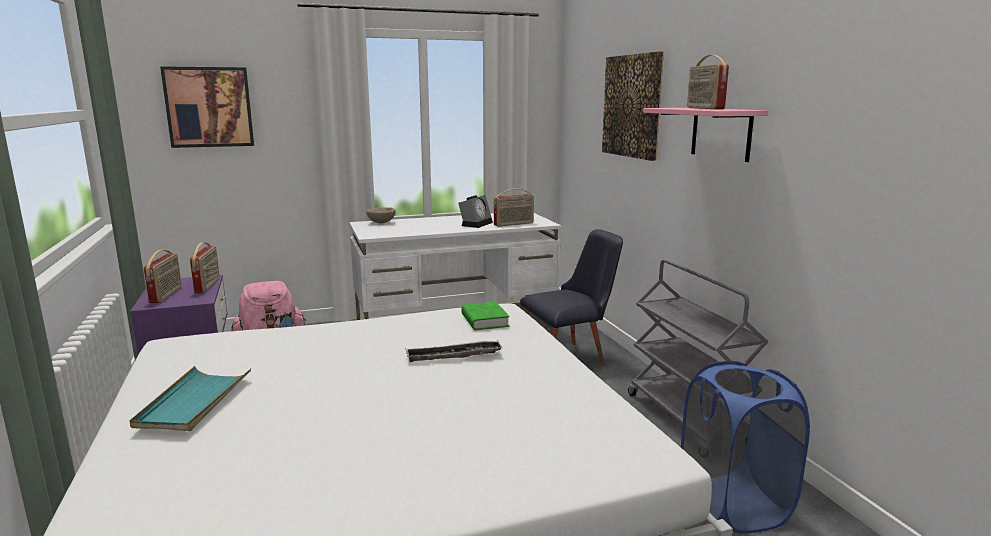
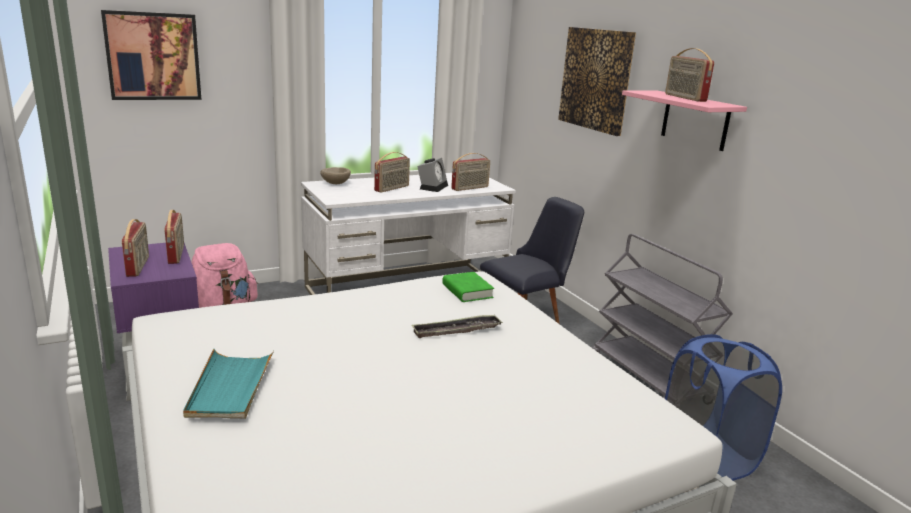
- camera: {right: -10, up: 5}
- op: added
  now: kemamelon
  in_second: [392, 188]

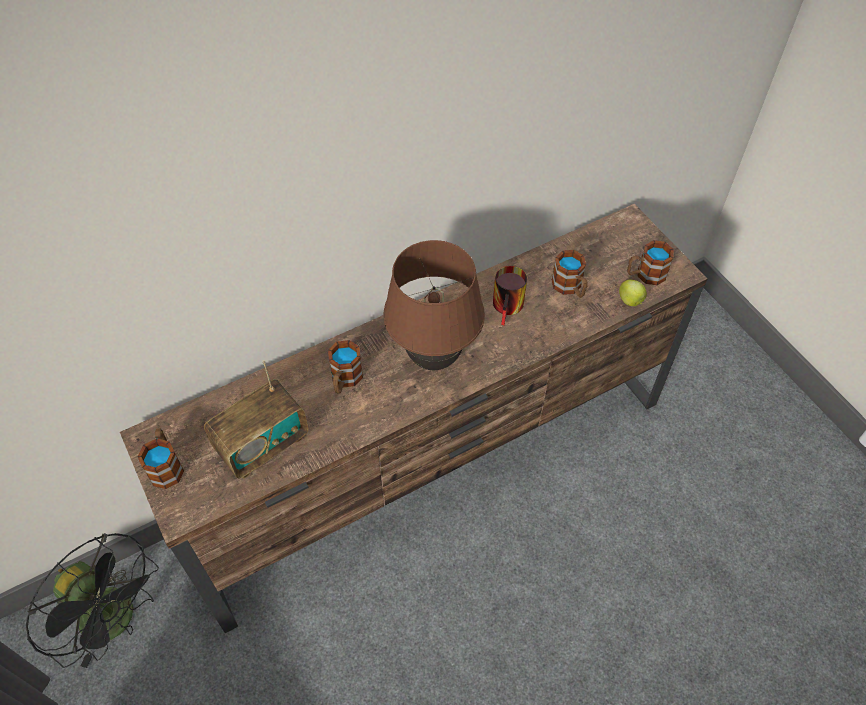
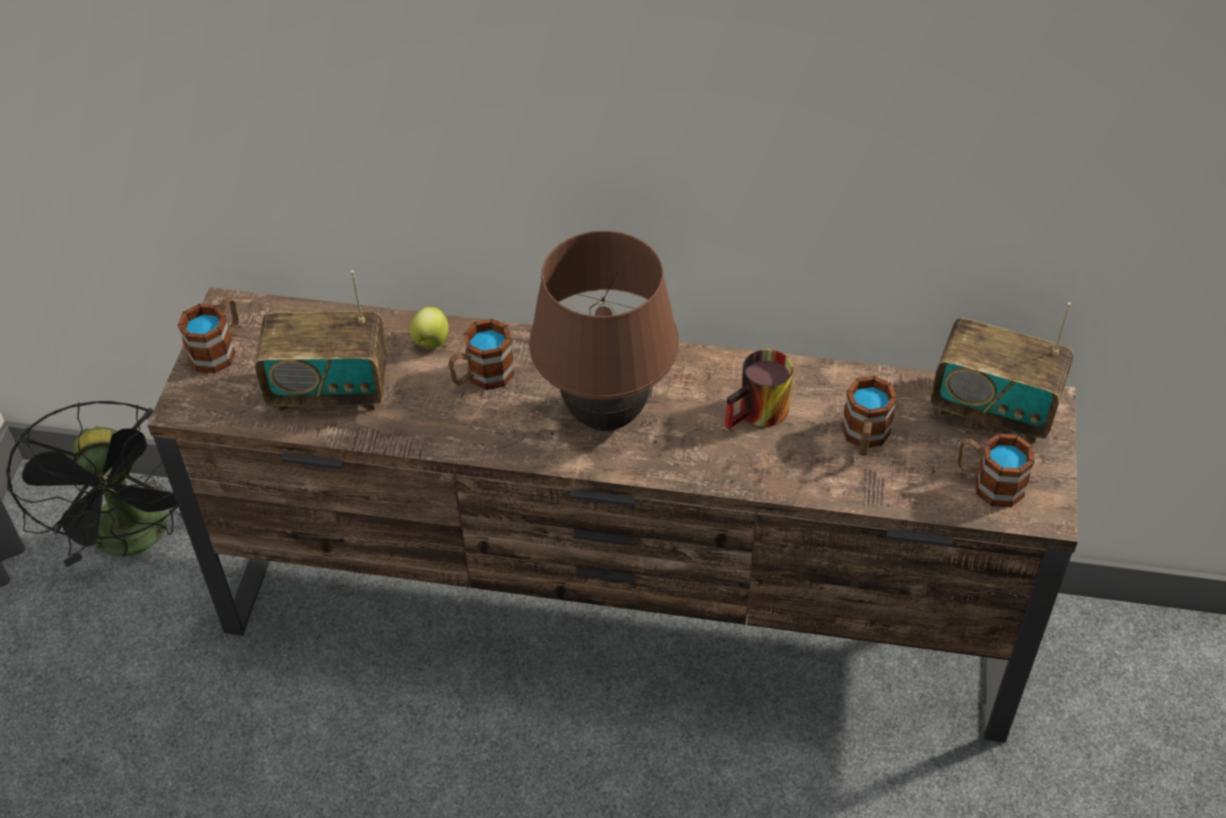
- camera: {right: 40, up: -5}
- op: added
  now: kemamelon
  in_second: [993, 409]
- op: moved
  was: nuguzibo
  in_first: [630, 301]
  in_second: [431, 341]

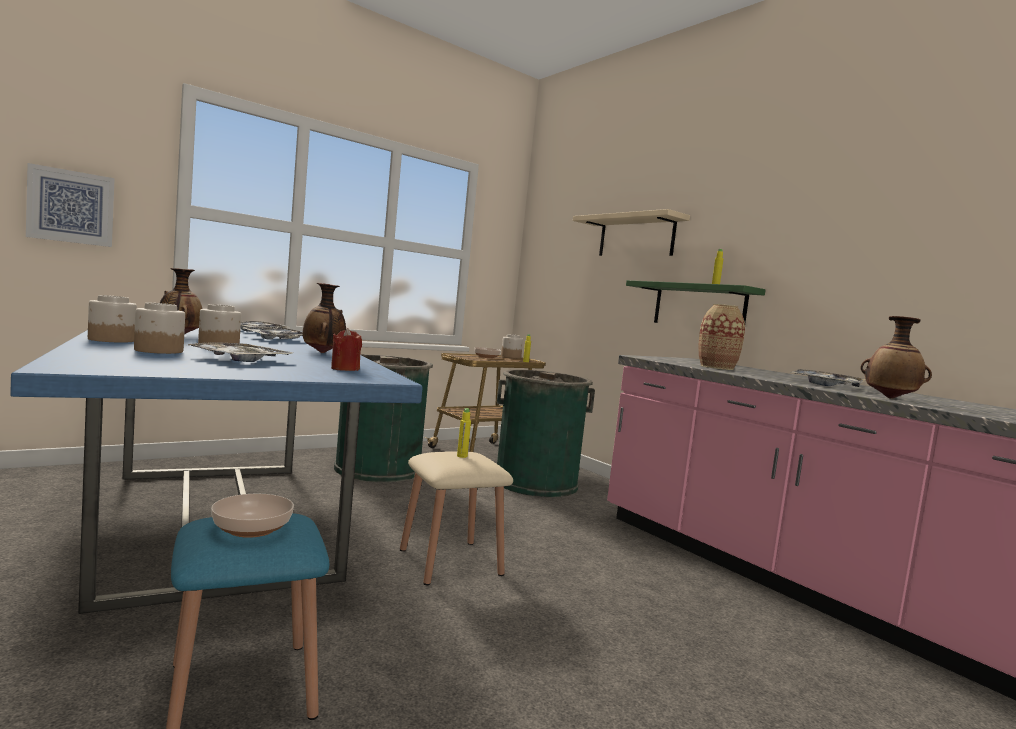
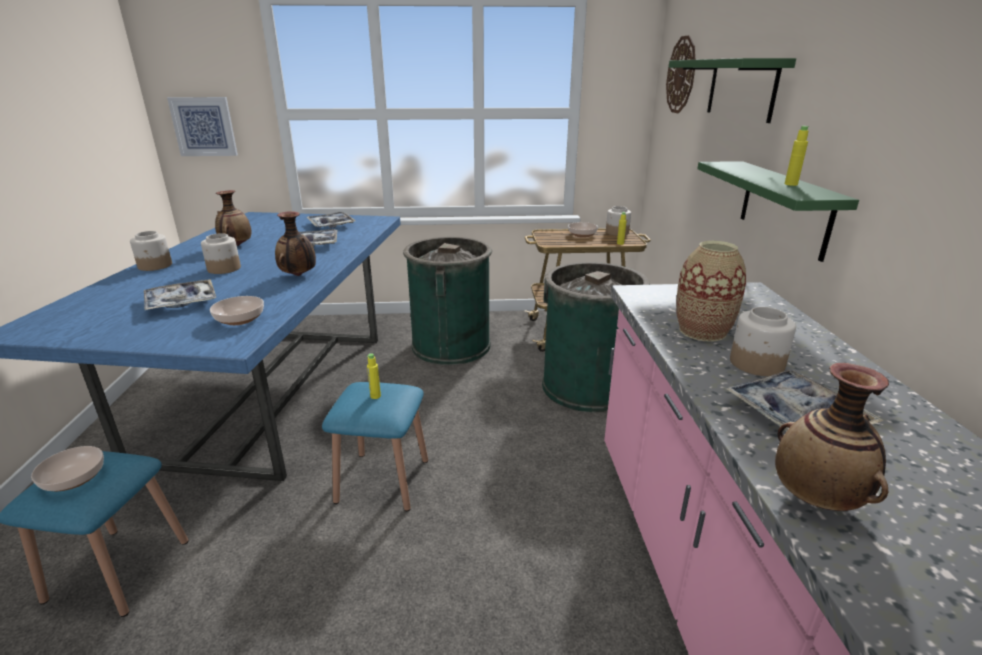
- camera: {right: 35, up: 20}
- op: added
  now: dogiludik
  in_second: [681, 75]
- op: moved
  was: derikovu
  in_first: [158, 350]
  in_second: [756, 363]
- op: replaced
  was: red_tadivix
  now: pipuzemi
  in_first: [345, 369]
  in_second: [239, 319]
- op: recoloured
  was: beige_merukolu
  now: blue_merukolu
  in_first: [450, 562]
  in_second: [383, 480]
- op: recoloured
  was: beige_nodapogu
  now: green_nodapogu
  in_first: [636, 237]
  in_second: [741, 88]

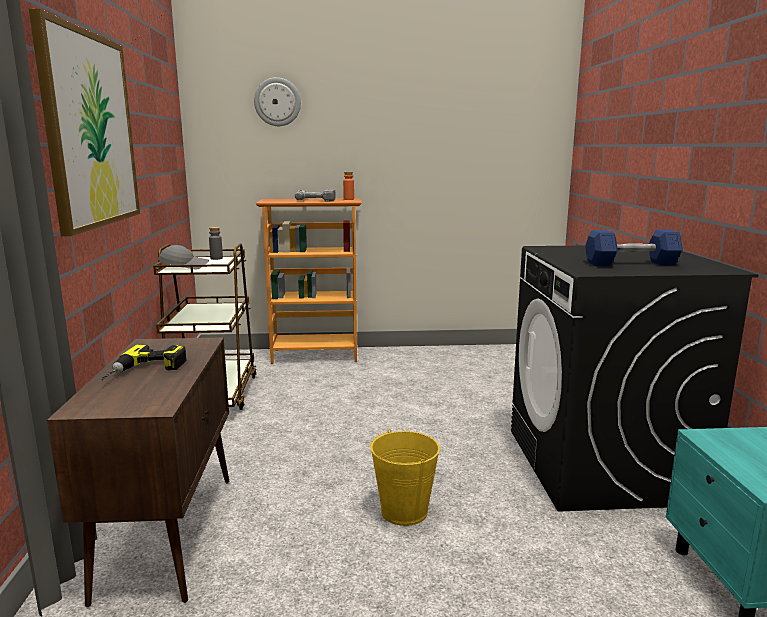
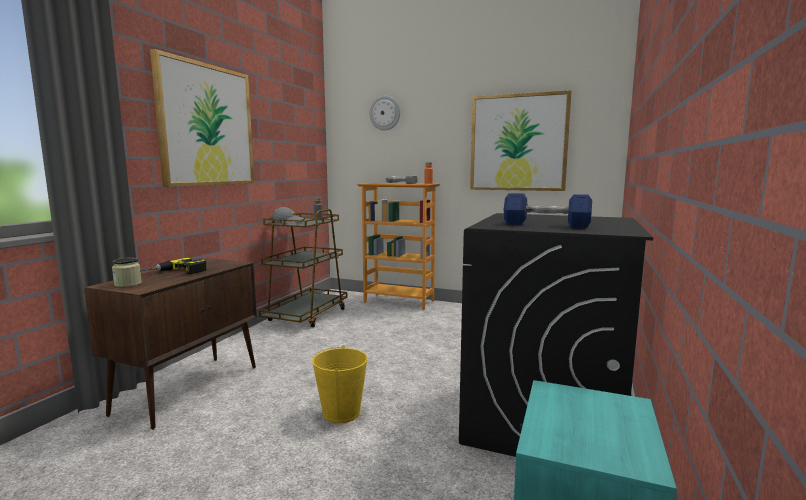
- camera: {right: 25, up: -5}
- op: added
  now: derikovu
  in_second: [128, 284]
- op: added
  now: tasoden
  in_second: [518, 142]

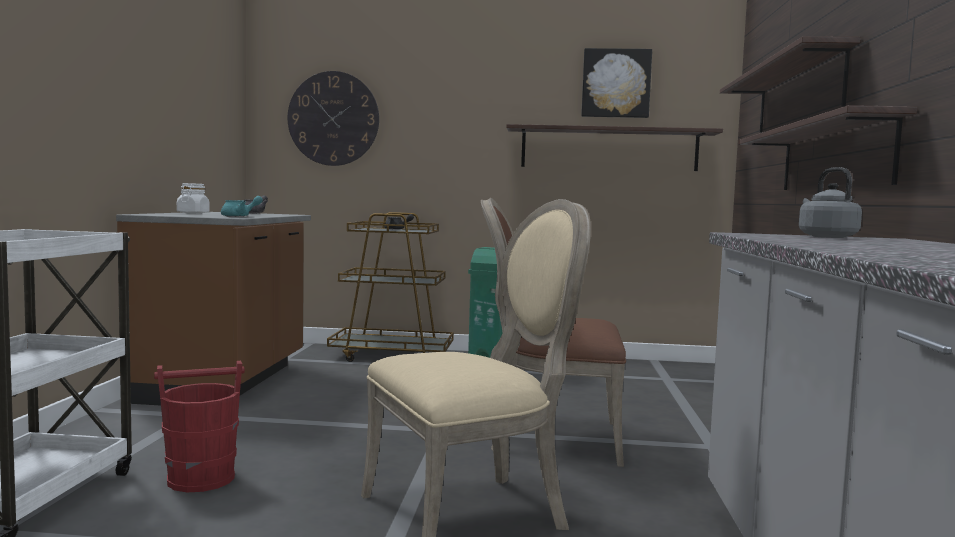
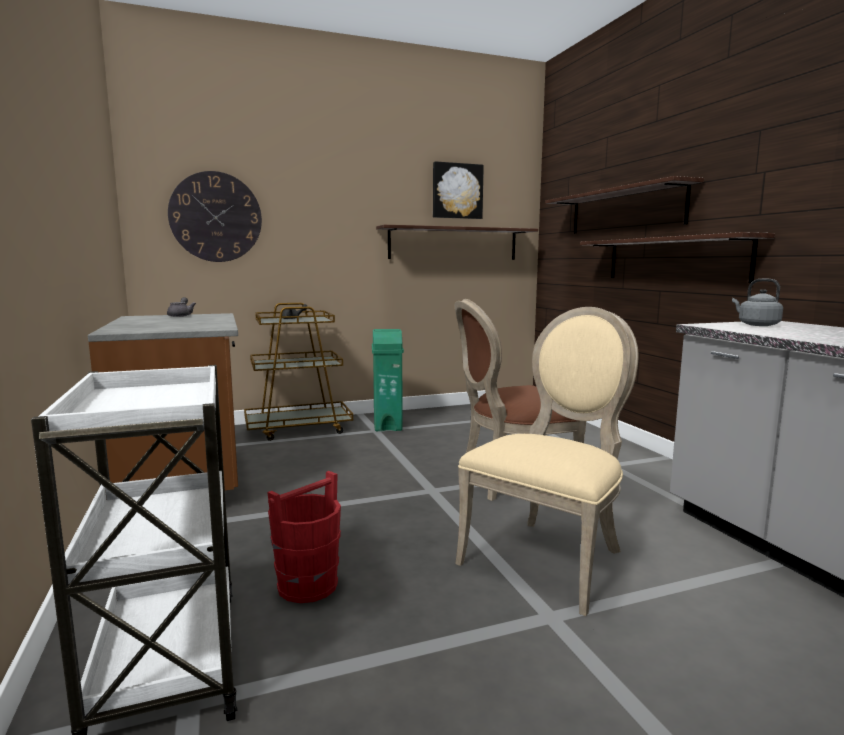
- camera: {right: -25, up: 5}
- op: removed
  was: white_derikovu
  in_first: [193, 213]
- op: removed
  was: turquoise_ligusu
  in_first: [240, 216]

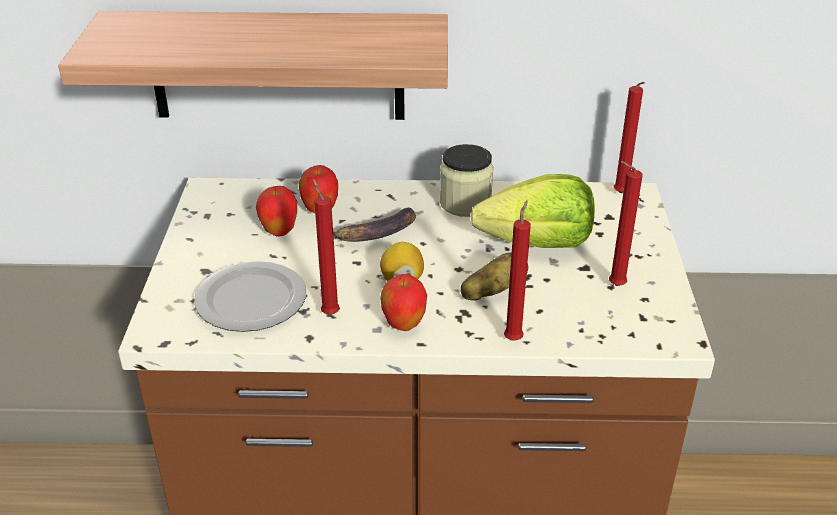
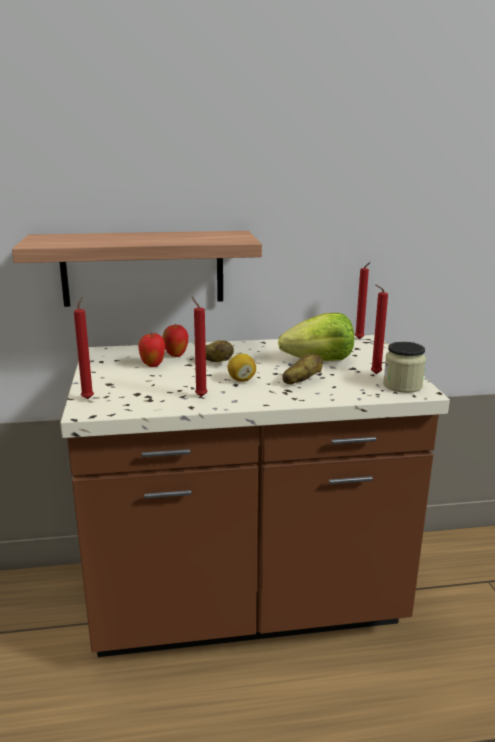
- camera: {right: -10, up: -15}
- op: removed
  was: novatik
  in_first: [253, 299]
- op: removed
  was: nuguzibo
  in_first: [404, 325]
- op: moved
  was: derikovu
  in_first: [465, 203]
  in_second: [402, 385]
- op: moved
  was: red_tadivix
  in_first: [514, 338]
  in_second: [88, 398]
- op: replaced
  was: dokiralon
  now: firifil
  in_first: [375, 233]
  in_second: [215, 362]

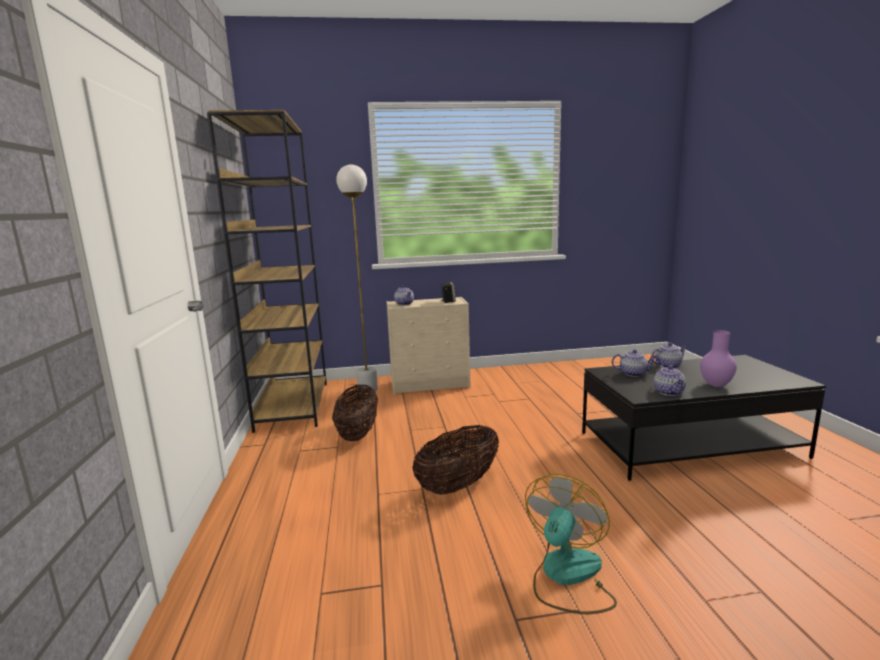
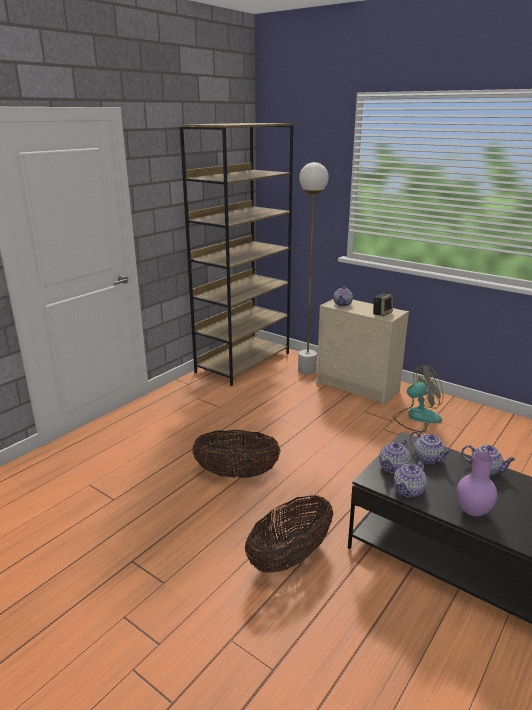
- camera: {right: 45, up: 10}
- op: added
  now: ligusu
  in_second: [394, 467]
- op: moved
  was: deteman
  in_first: [358, 433]
  in_second: [290, 557]
- op: moved
  was: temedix
  in_first: [567, 576]
  in_second: [416, 417]

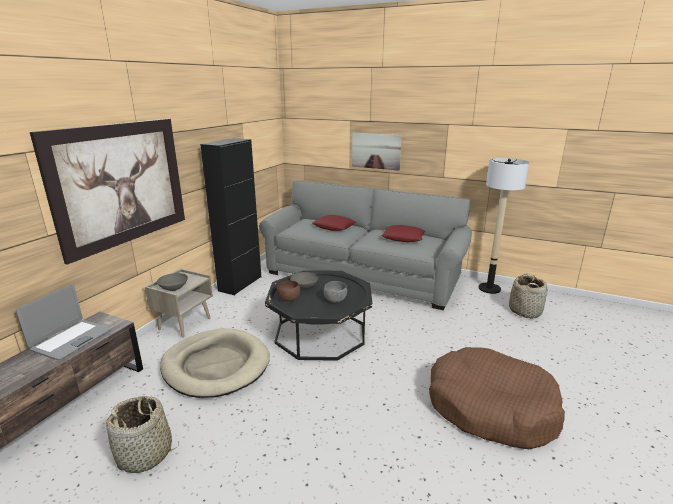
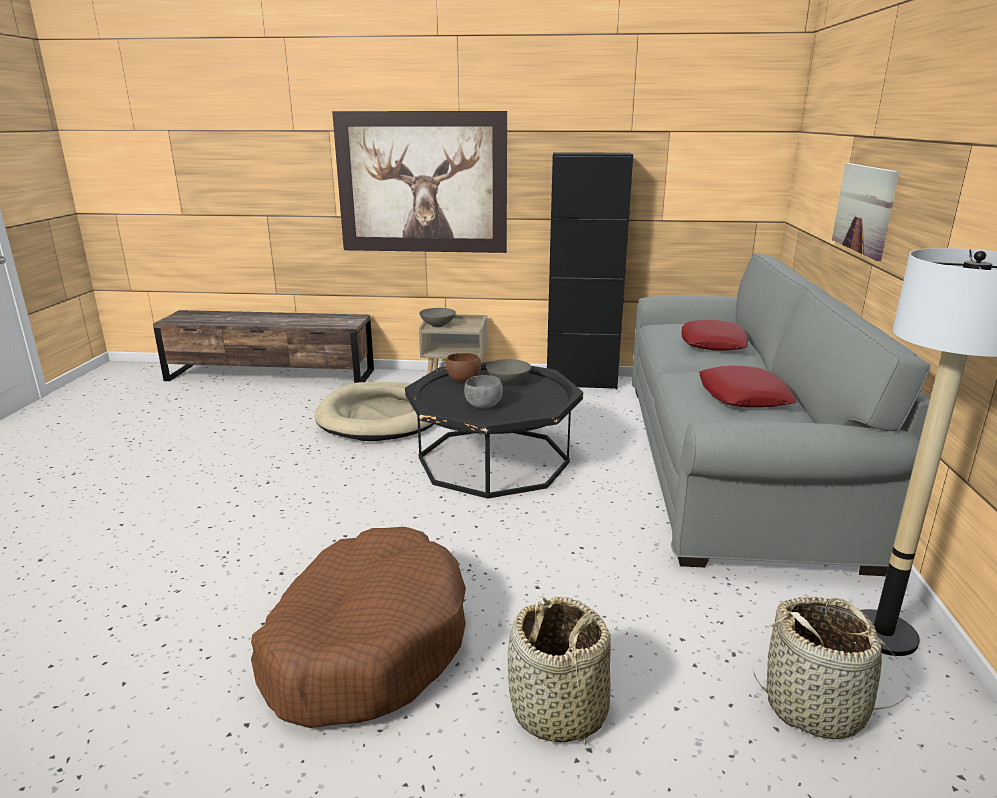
- camera: {right: 70, up: 0}
- op: removed
  was: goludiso
  in_first: [71, 340]
- op: moved
  was: deteman
  in_first: [145, 454]
  in_second: [558, 710]

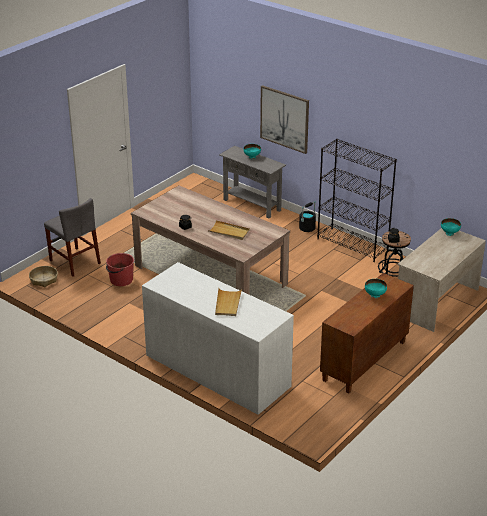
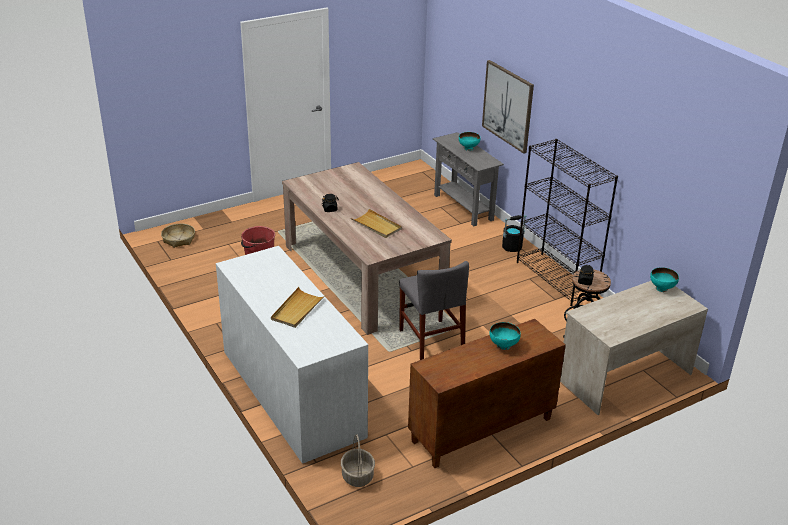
- camera: {right: 20, up: 0}
- op: added
  now: deteman
  in_second: [357, 476]
- op: moved
  was: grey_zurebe
  in_first: [74, 262]
  in_second: [431, 340]

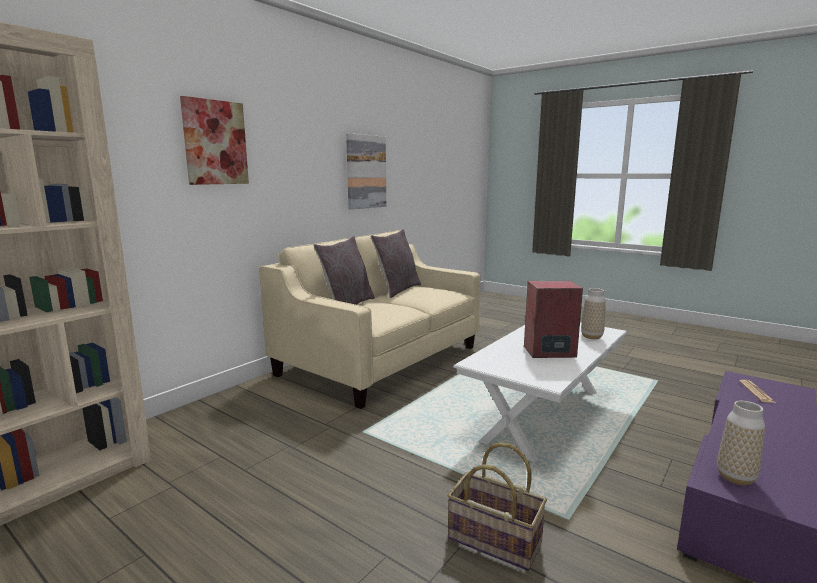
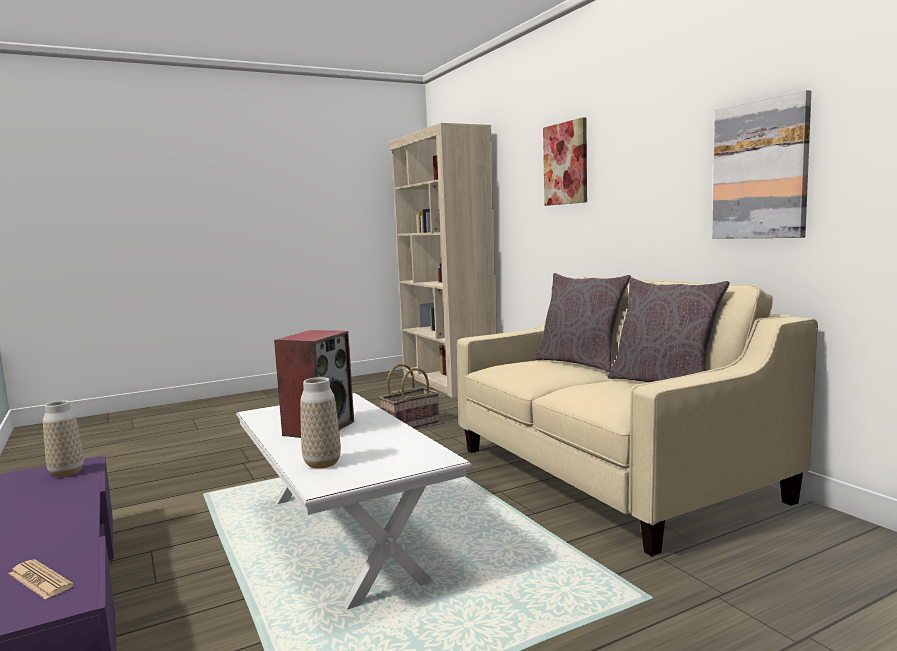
- camera: {right: 115, up: -5}
- op: moved
  was: deteman
  in_first: [493, 541]
  in_second: [410, 424]

